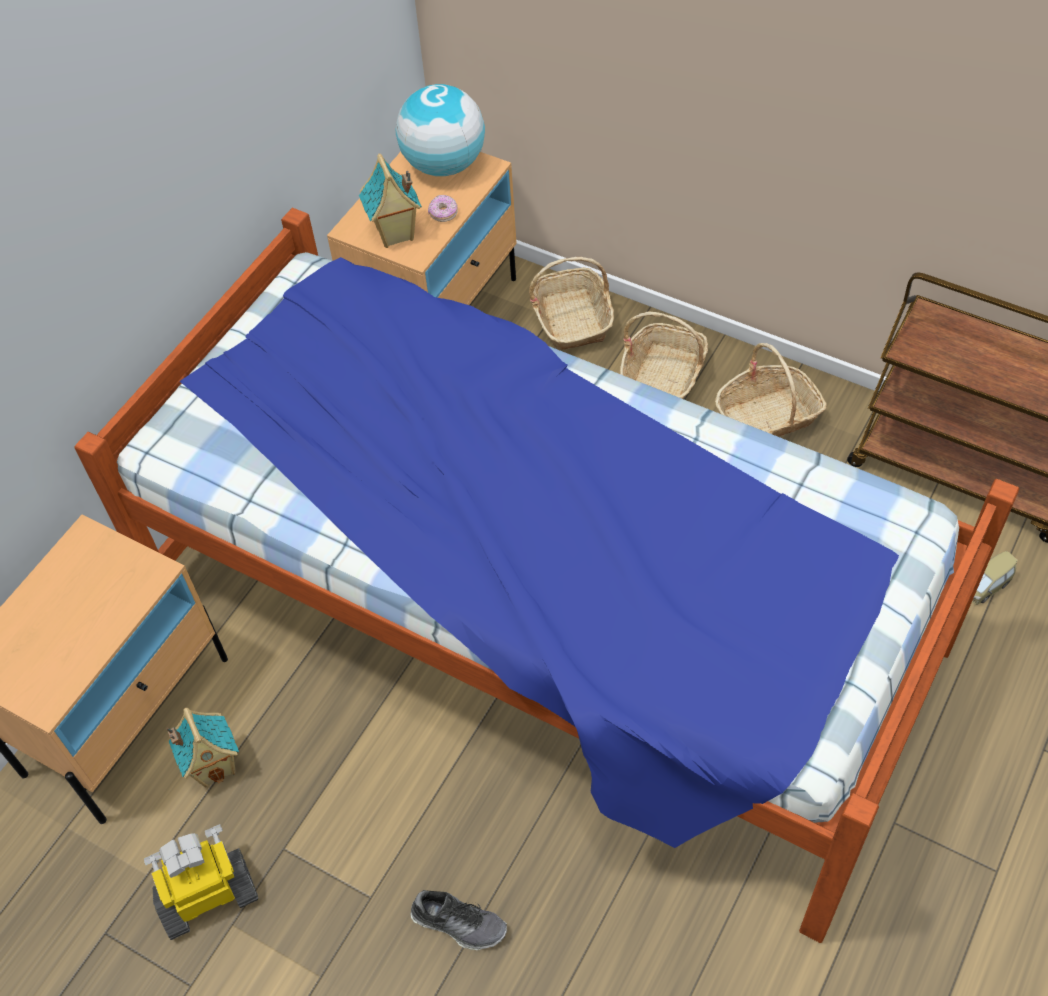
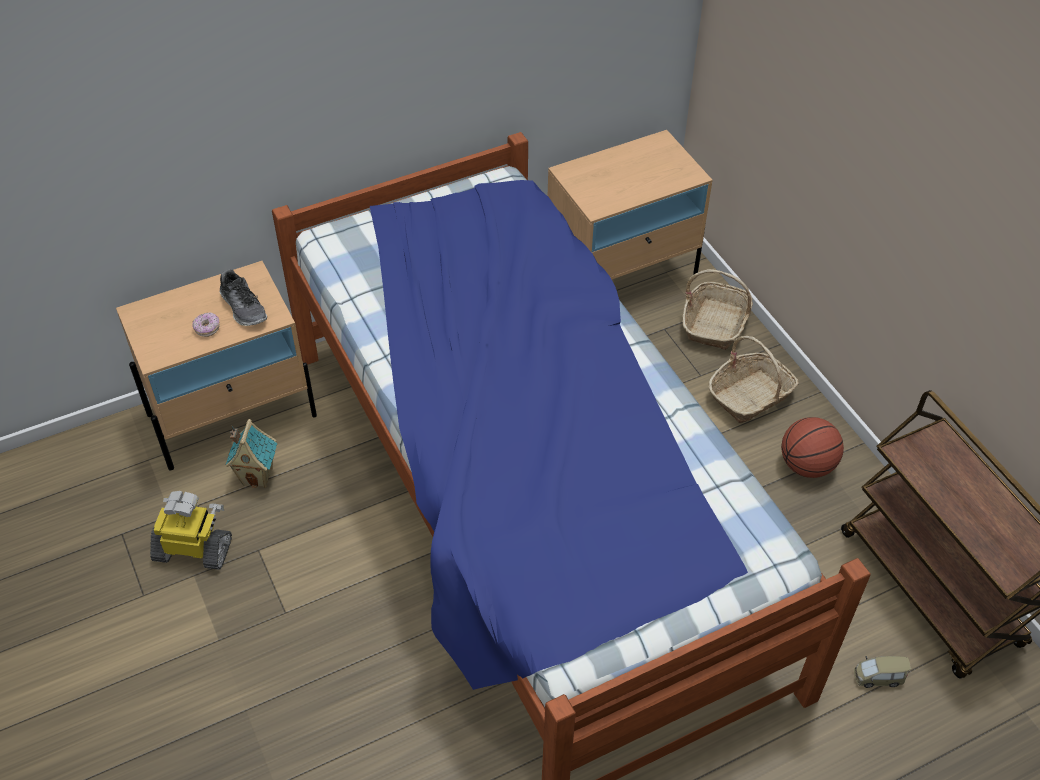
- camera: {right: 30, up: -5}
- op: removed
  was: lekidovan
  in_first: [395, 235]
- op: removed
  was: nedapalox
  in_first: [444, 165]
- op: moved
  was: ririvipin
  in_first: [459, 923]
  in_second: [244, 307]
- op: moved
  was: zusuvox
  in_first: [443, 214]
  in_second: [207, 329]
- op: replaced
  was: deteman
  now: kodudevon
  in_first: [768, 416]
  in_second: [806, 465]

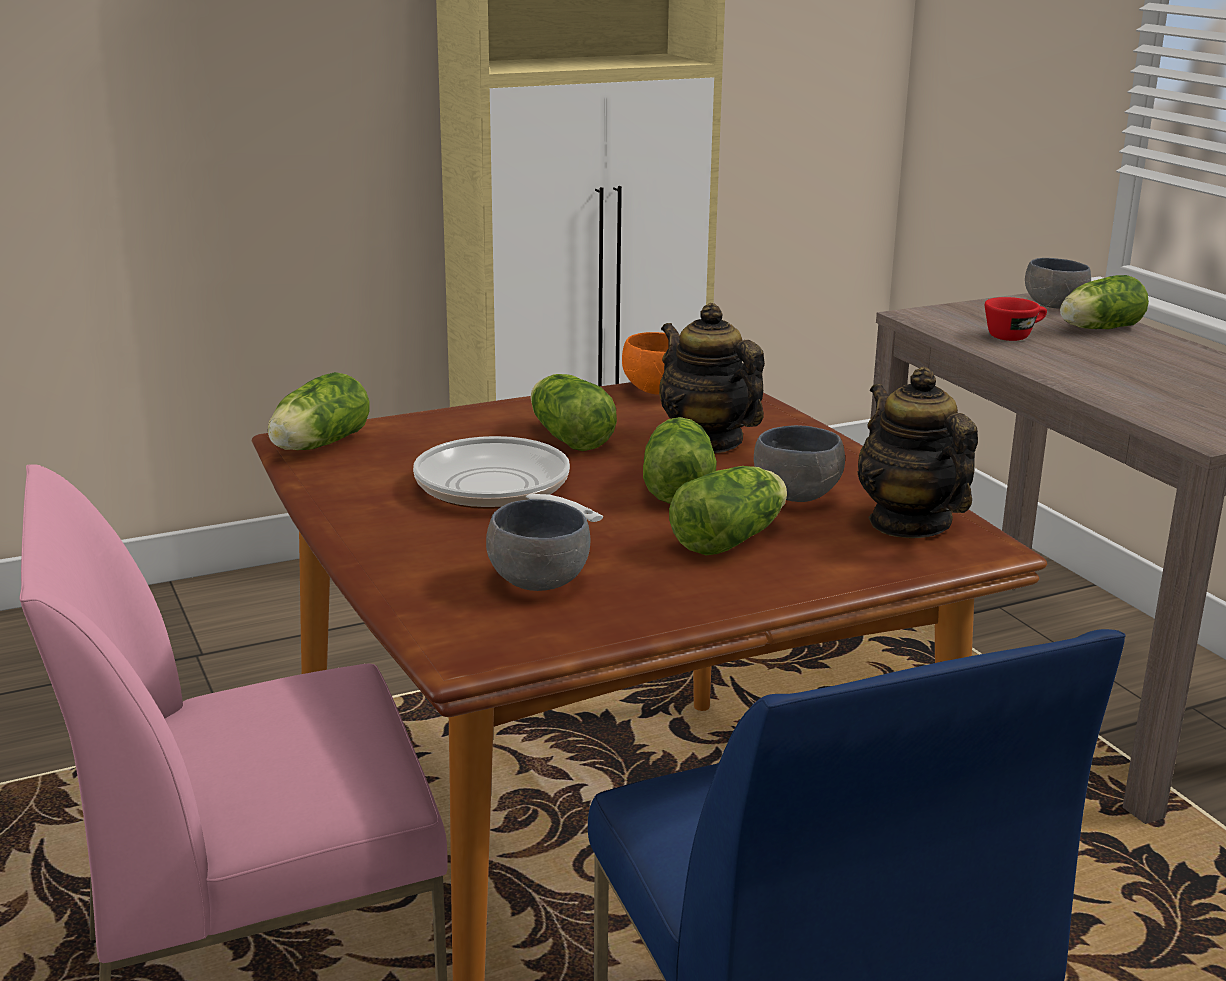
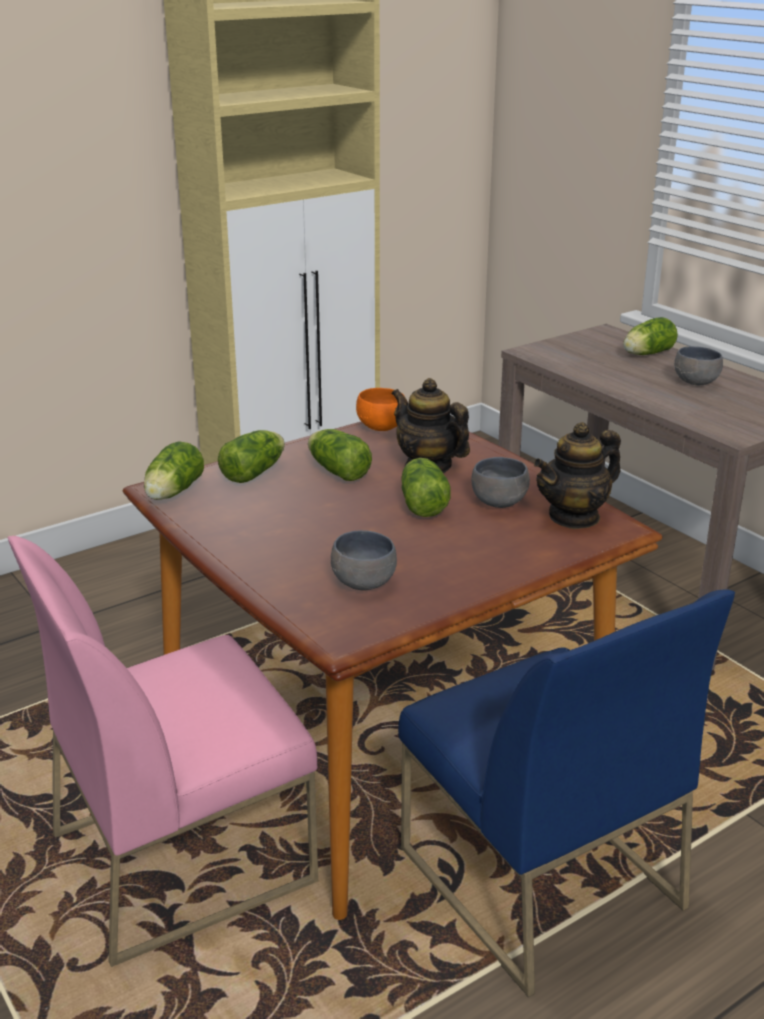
- camera: {right: -10, up: 5}
- op: removed
  was: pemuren
  in_first: [499, 491]
- op: removed
  was: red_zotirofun
  in_first: [1014, 336]
- op: moved
  was: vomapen
  in_first: [733, 539]
  in_second: [256, 472]
- op: moved
  was: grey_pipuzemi
  in_first: [1056, 305]
  in_second: [697, 382]
- op: turned
  was: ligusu
  in_first: [909, 523]
  in_second: [574, 517]
  clockwise: -90

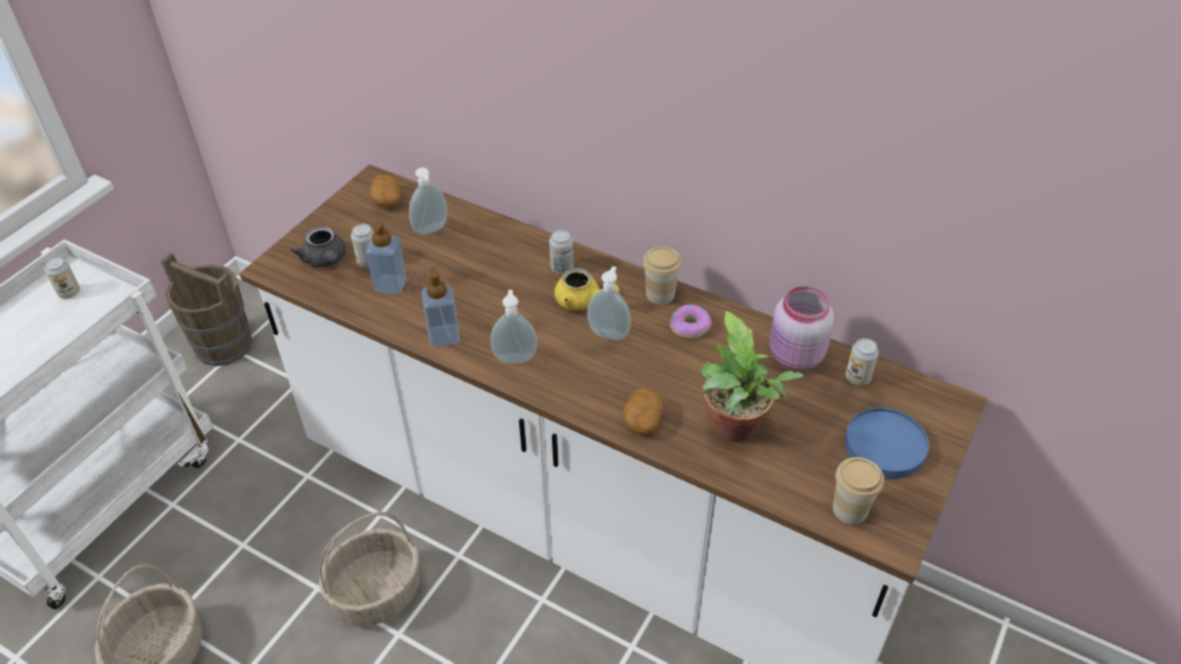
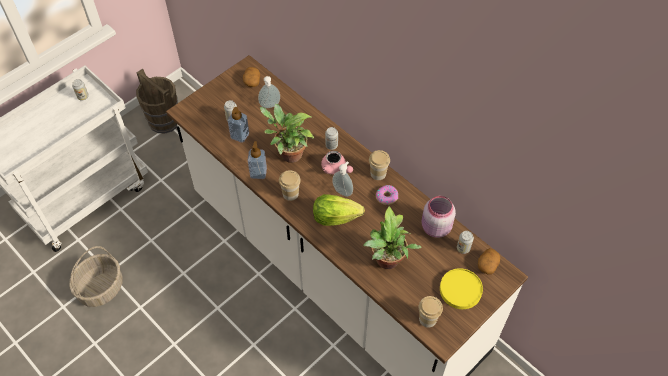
- camera: {right: 15, up: 10}
- op: removed
  was: grey_ligusu
  in_first: [326, 260]
- op: removed
  was: deteman
  in_first: [376, 594]
- op: added
  now: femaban
  in_second: [288, 154]
- op: added
  now: vomapen
  in_second: [335, 217]
- op: moved
  was: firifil
  in_first: [642, 420]
  in_second: [487, 264]
- op: replaced
  was: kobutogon
  now: zotirofun
  in_first: [515, 357]
  in_second: [290, 194]
- op: recoloured
  was: yellow_ligusu
  now: pink_ligusu
  in_first: [583, 301]
  in_second: [336, 169]
- op: recoloured
  was: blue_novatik
  now: yellow_novatik
  in_first: [885, 445]
  in_second: [460, 289]

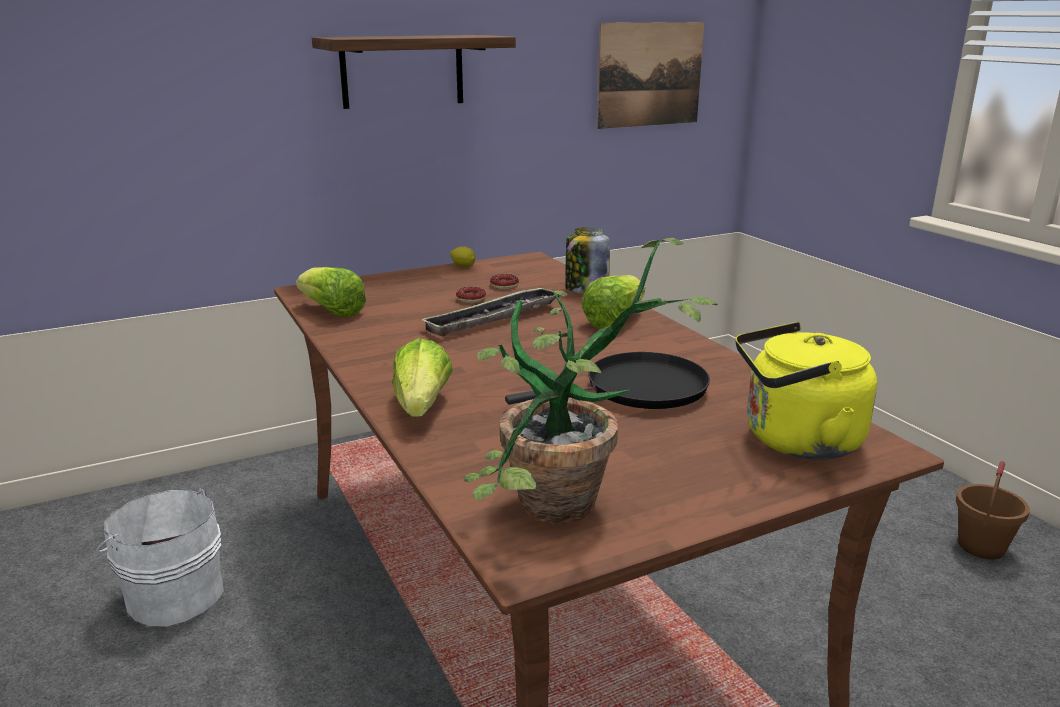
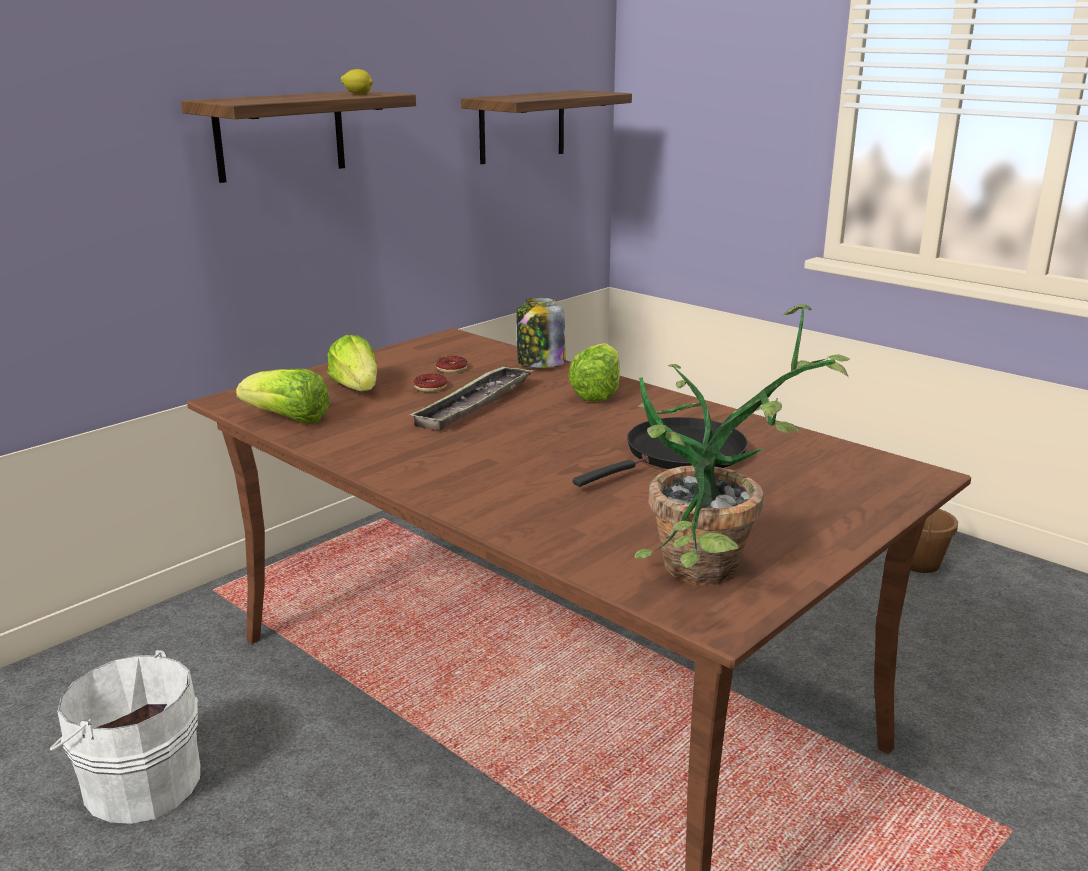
- camera: {right: -20, up: 0}
- op: removed
  was: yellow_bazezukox
  in_first: [795, 441]
- op: moved
  was: vomapen
  in_first: [422, 406]
  in_second: [357, 389]
- op: moved
  was: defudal
  in_first: [463, 267]
  in_second: [358, 94]
- op: replaced
  was: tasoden
  now: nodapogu
  in_first: [650, 75]
  in_second: [522, 126]

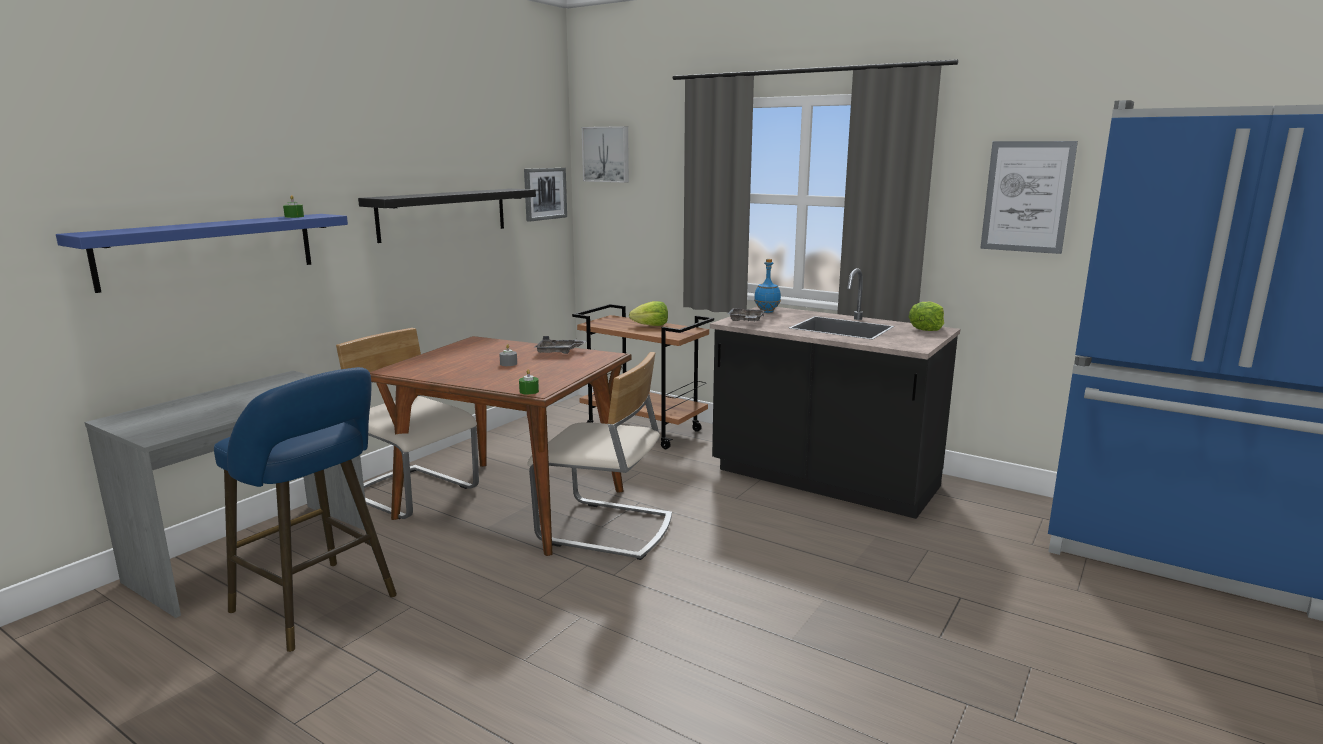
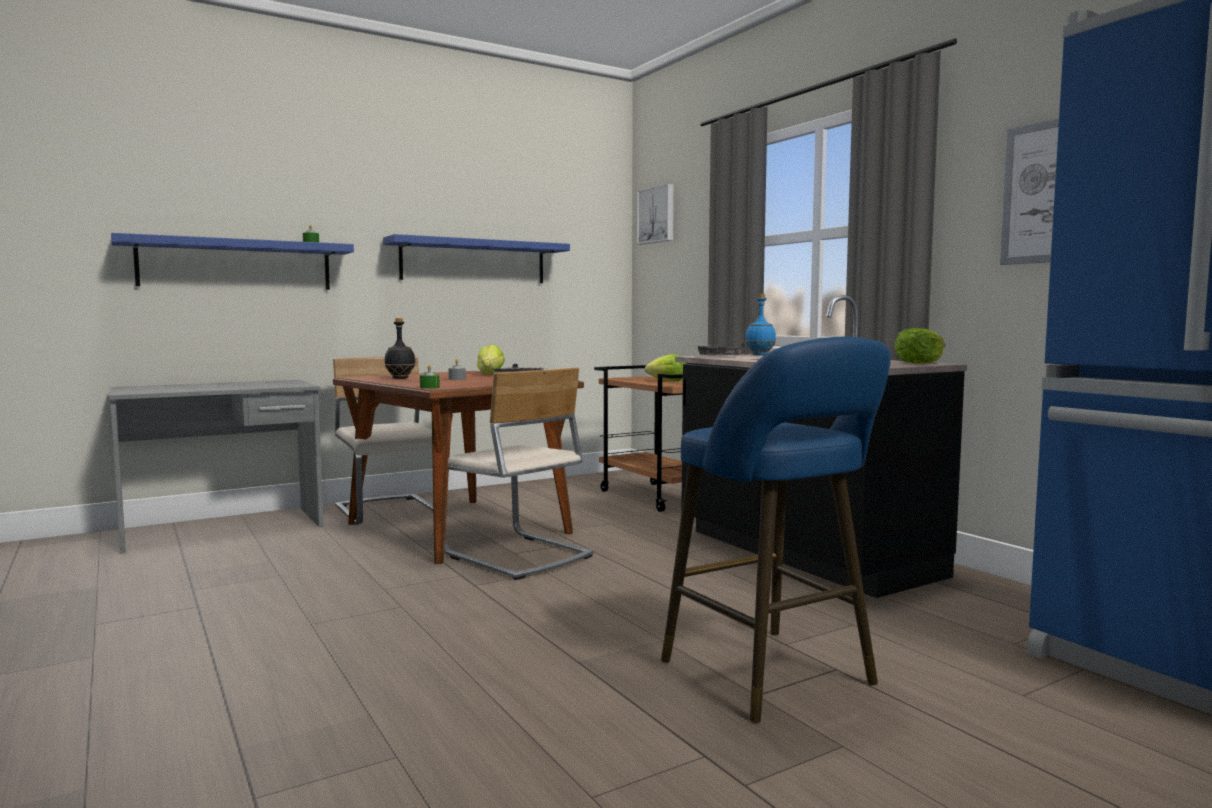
- camera: {right: 25, up: -10}
- op: removed
  was: tasoden
  in_first: [544, 193]
- op: added
  now: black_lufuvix
  in_second: [400, 378]
- op: added
  now: vomapen
  in_second: [490, 374]
- op: moved
  was: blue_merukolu
  in_first: [319, 606]
  in_second: [774, 677]
- op: recoloured
  was: black_nodapogu
  now: blue_nodapogu
  in_first: [443, 214]
  in_second: [474, 261]

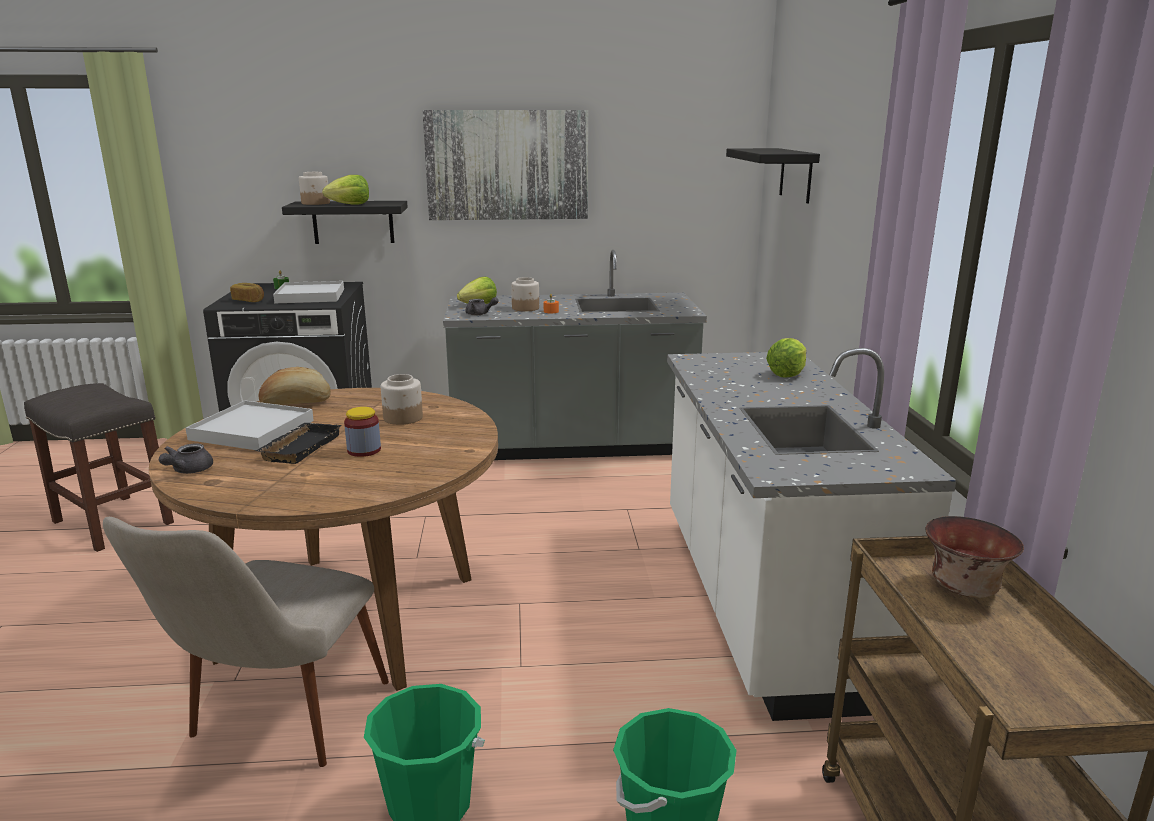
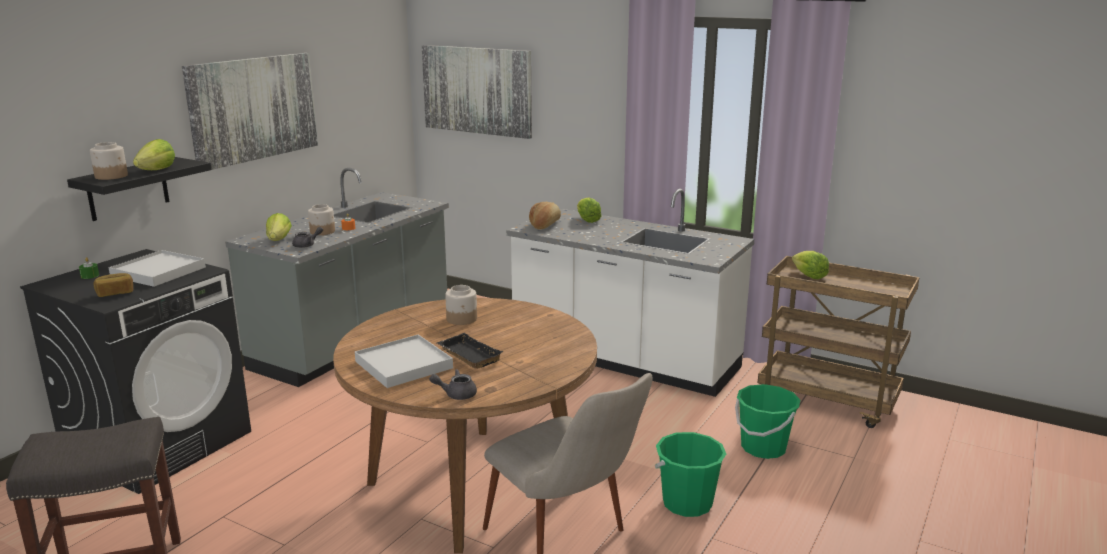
- camera: {right: -55, up: 0}
- op: removed
  was: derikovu
  in_first: [364, 450]
- op: moved
  was: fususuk
  in_first: [296, 403]
  in_second: [545, 225]
- op: replaced
  was: black_nodapogu
  now: tasoden
  in_first: [796, 175]
  in_second: [477, 90]
- op: replaced
  was: pipuzemi
  now: vomapen
  in_first: [962, 587]
  in_second: [808, 276]
- op: turned
  was: grey_ligusu
  in_first: [188, 471]
  in_second: [456, 394]
  clockwise: 120

